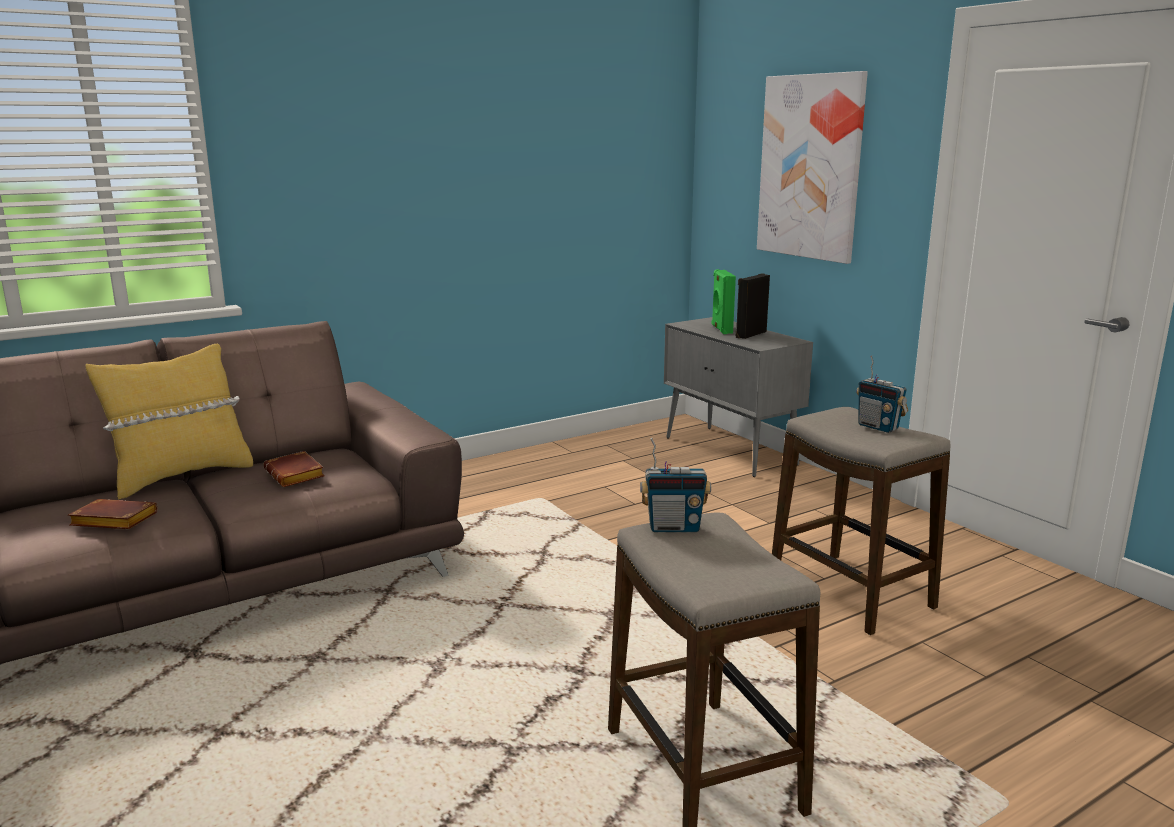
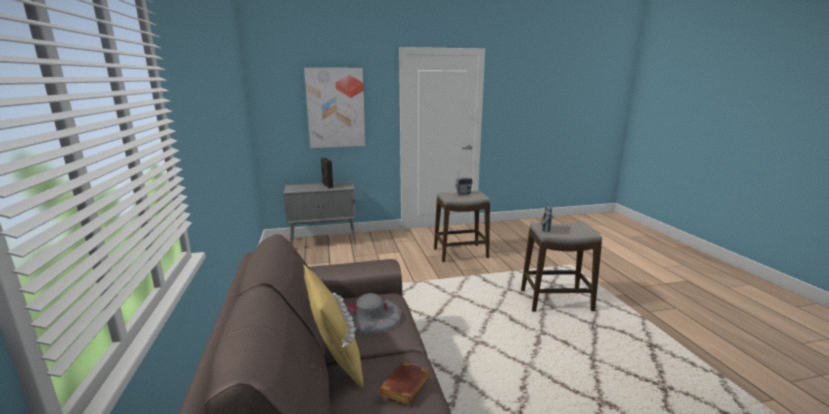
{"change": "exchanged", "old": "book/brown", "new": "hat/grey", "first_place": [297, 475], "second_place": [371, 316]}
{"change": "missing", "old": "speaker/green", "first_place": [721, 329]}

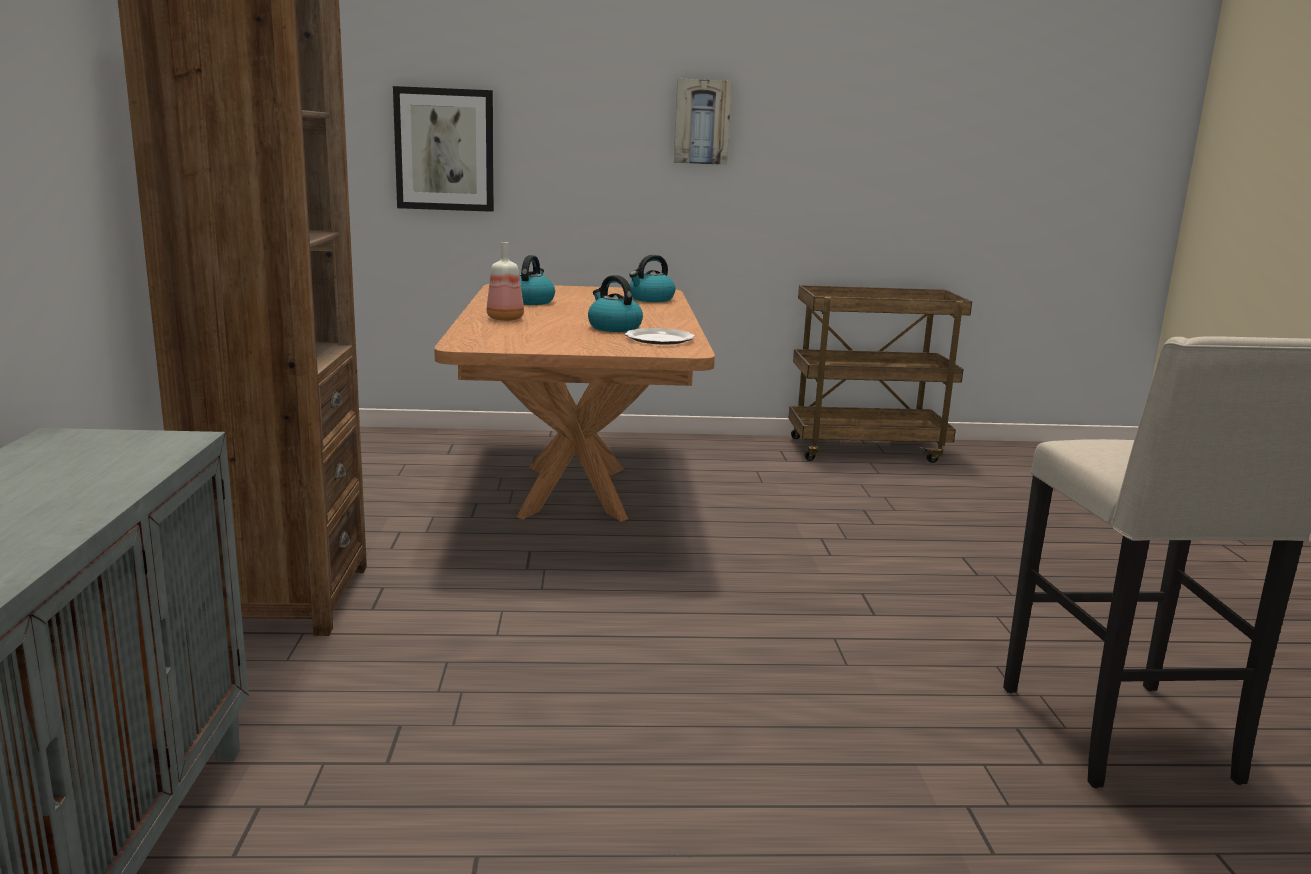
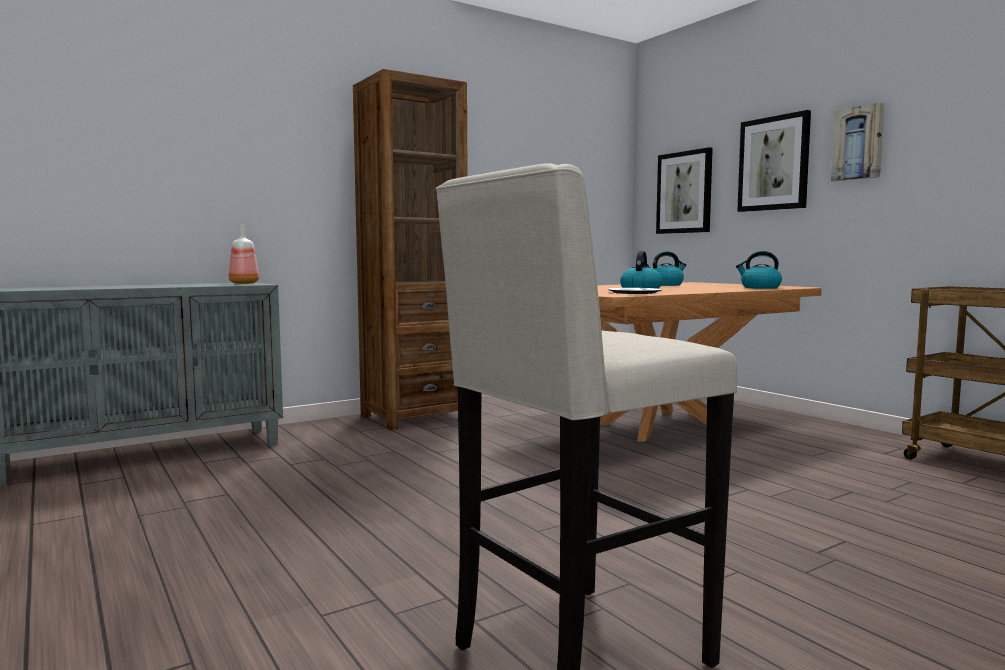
{"change": "relocated", "old": "bottle", "first_place": [506, 319], "second_place": [244, 283]}
{"change": "appeared", "new": "picture", "second_place": [774, 163]}

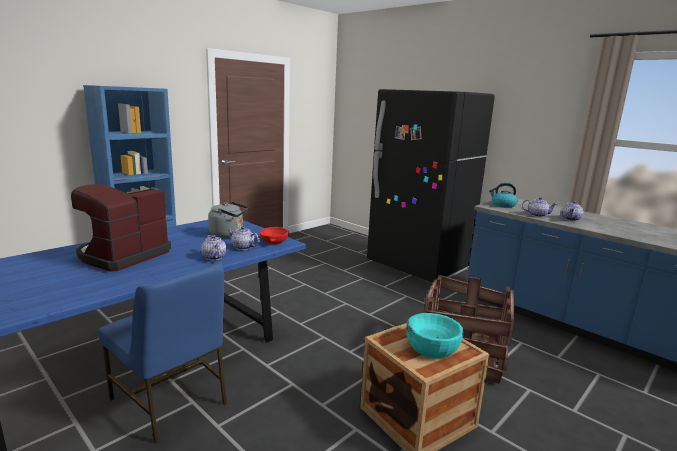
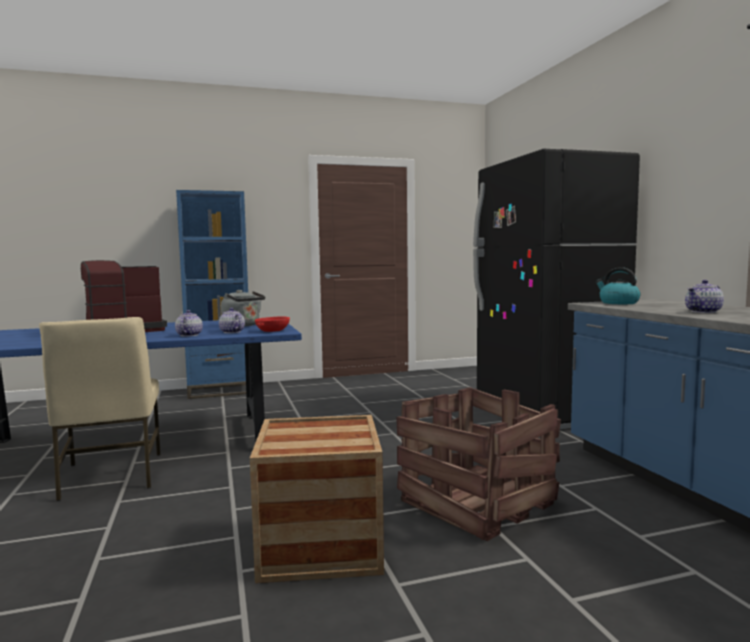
{"change": "colour", "old": "chair/blue", "new": "chair/beige", "first_place": [170, 401], "second_place": [110, 476]}
{"change": "missing", "old": "bowl/turquoise", "first_place": [432, 347]}
{"change": "missing", "old": "teapot", "first_place": [537, 215]}

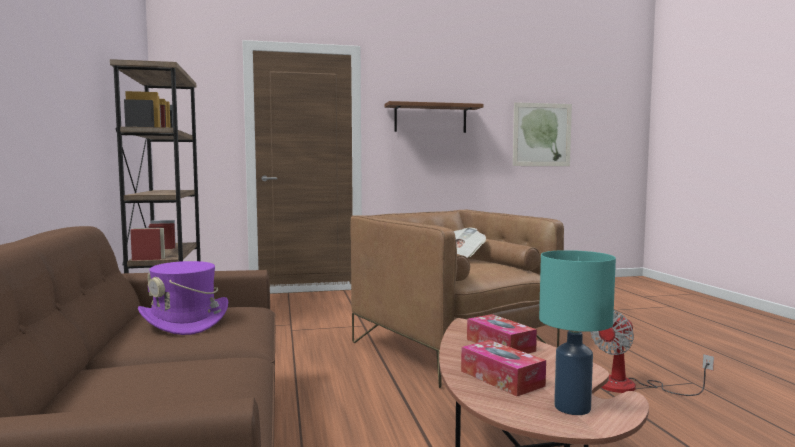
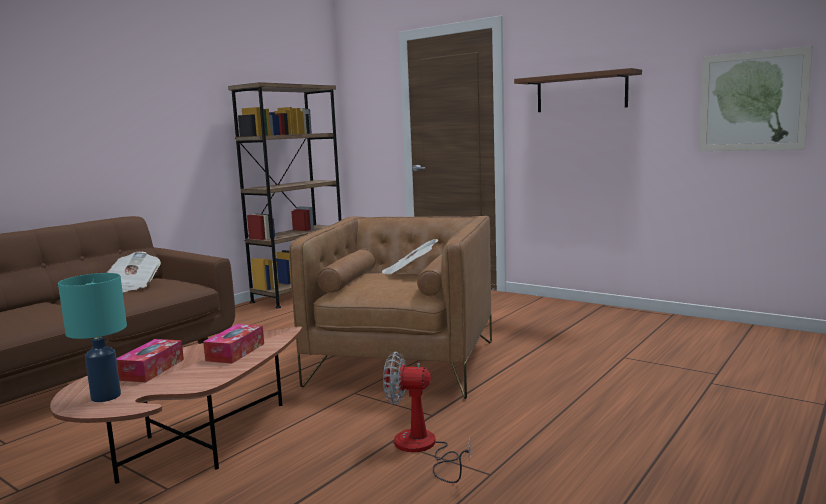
{"change": "exchanged", "old": "hat/purple", "new": "newspaper", "first_place": [185, 322], "second_place": [133, 286]}

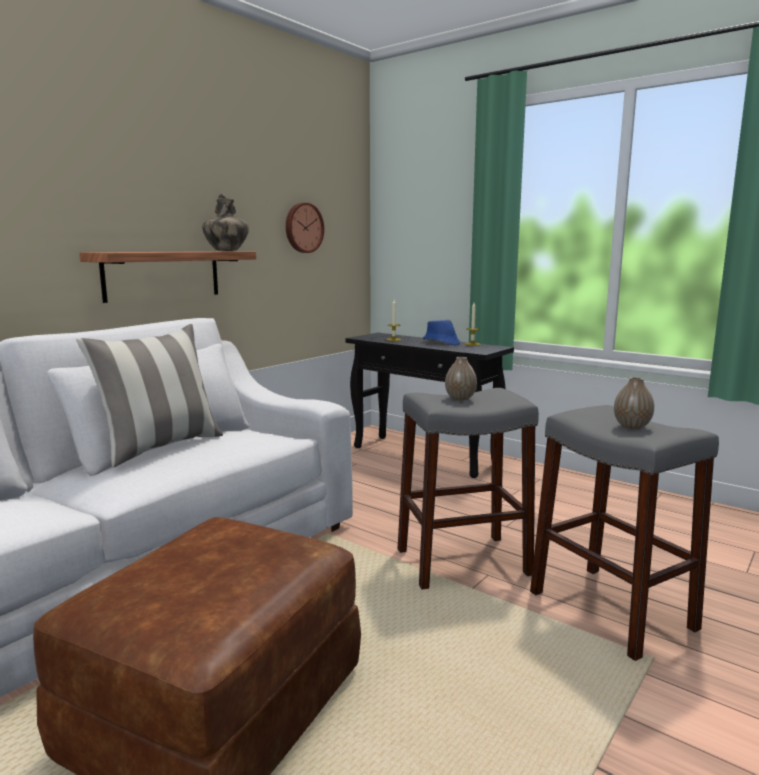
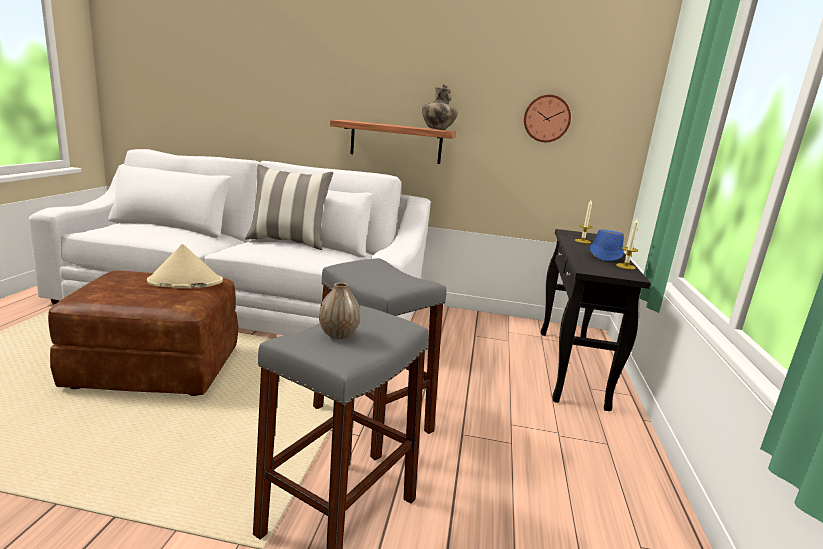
{"change": "appeared", "new": "hat/beige", "second_place": [185, 282]}
{"change": "missing", "old": "vase", "first_place": [460, 398]}

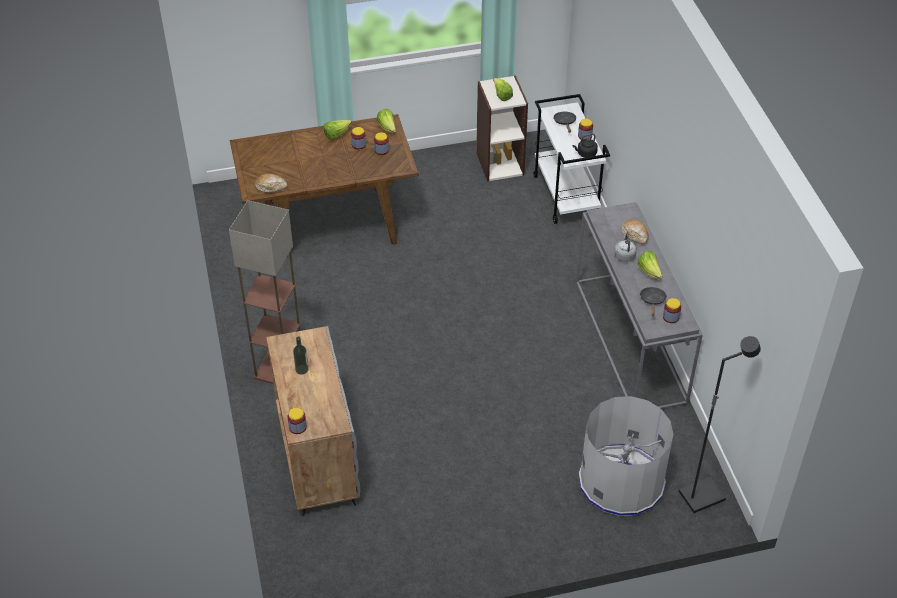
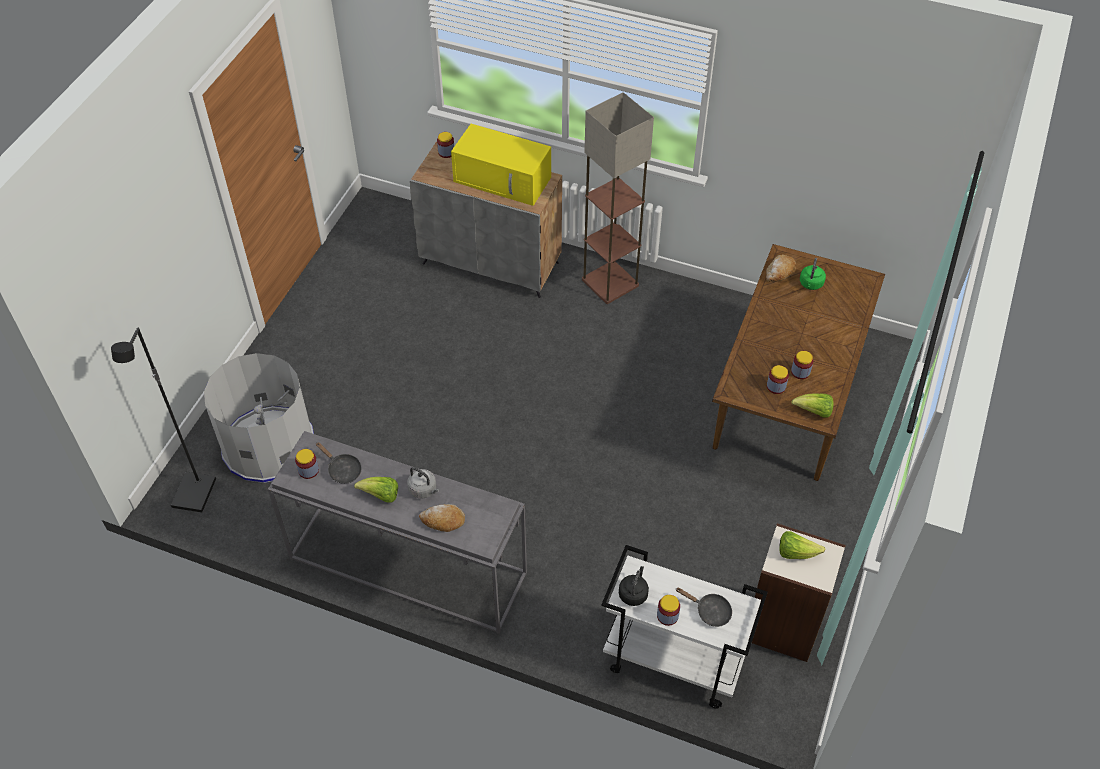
{"change": "exchanged", "old": "bottle", "new": "microwave/yellow", "first_place": [302, 369], "second_place": [504, 179]}
{"change": "appeared", "new": "kettle/green", "second_place": [810, 284]}
{"change": "missing", "old": "lettuce", "first_place": [336, 134]}

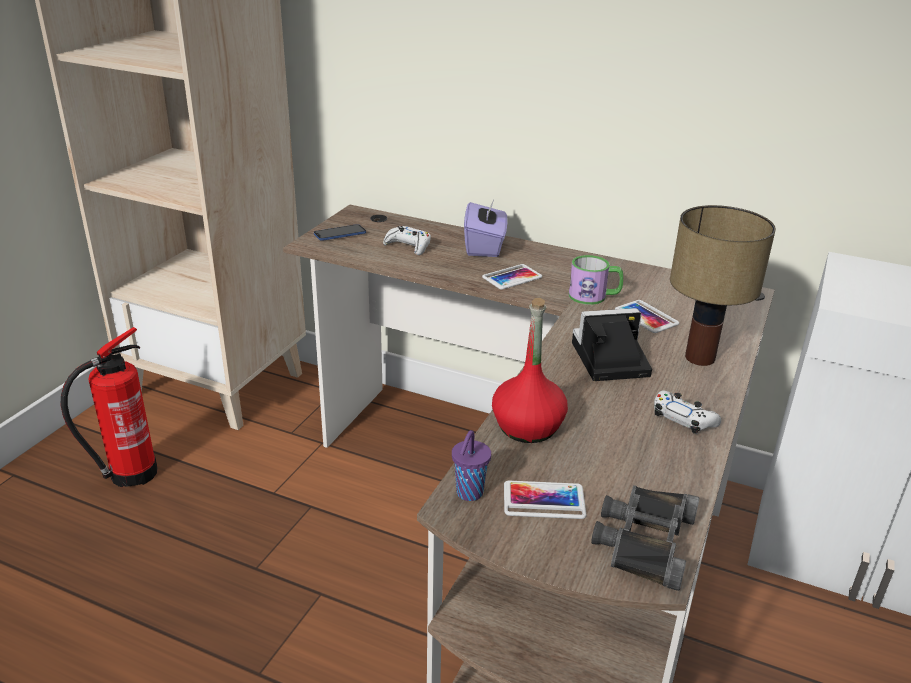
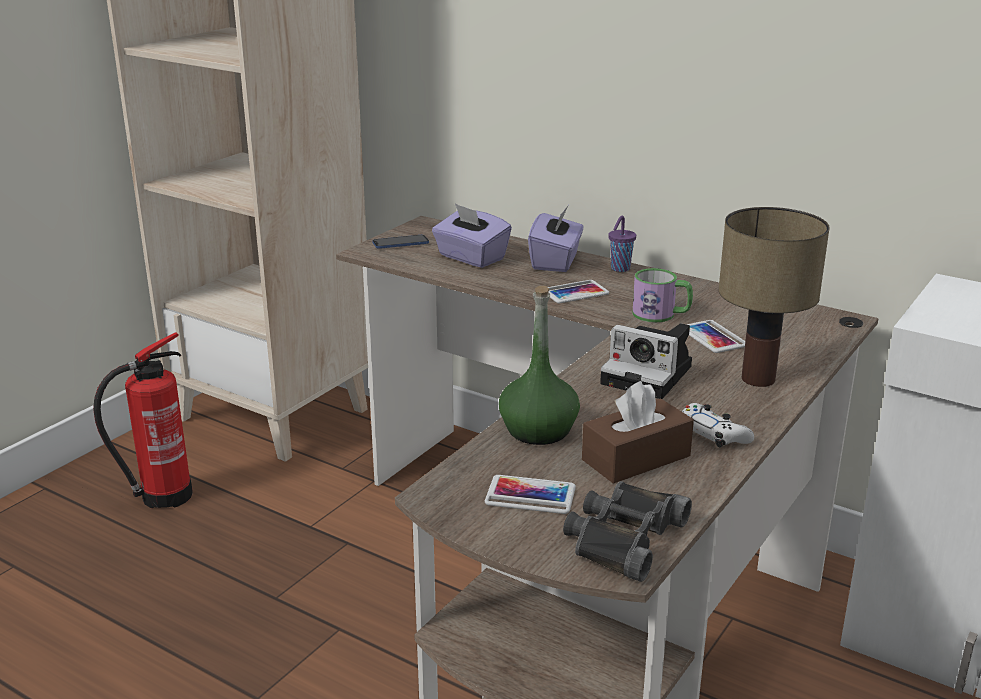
{"change": "exchanged", "old": "game controller/white", "new": "tissue box/purple", "first_place": [408, 246], "second_place": [471, 258]}
{"change": "colour", "old": "bottle/red", "new": "bottle/green", "first_place": [528, 427], "second_place": [538, 430]}
{"change": "appeared", "new": "tissue box/brown", "second_place": [636, 458]}
{"change": "spun", "old": "photo camera", "first_place": [607, 360], "second_place": [650, 375], "degrees": -150}
{"change": "relocated", "old": "cup/purple", "first_place": [468, 494], "second_place": [619, 269]}

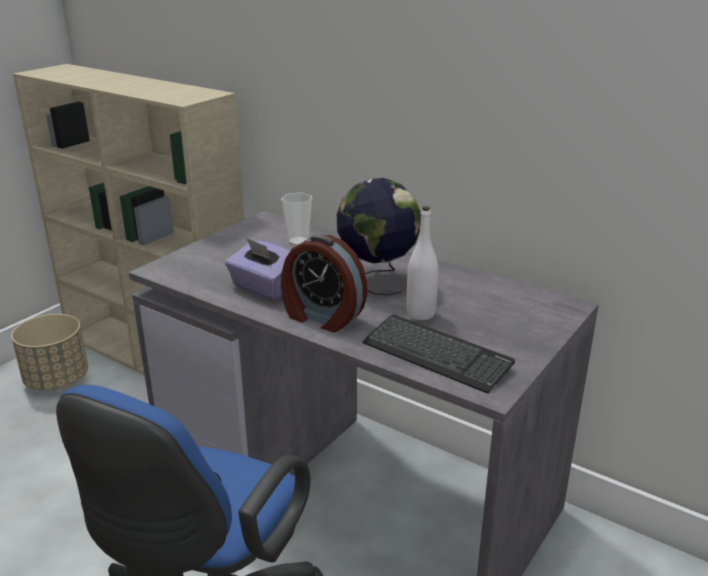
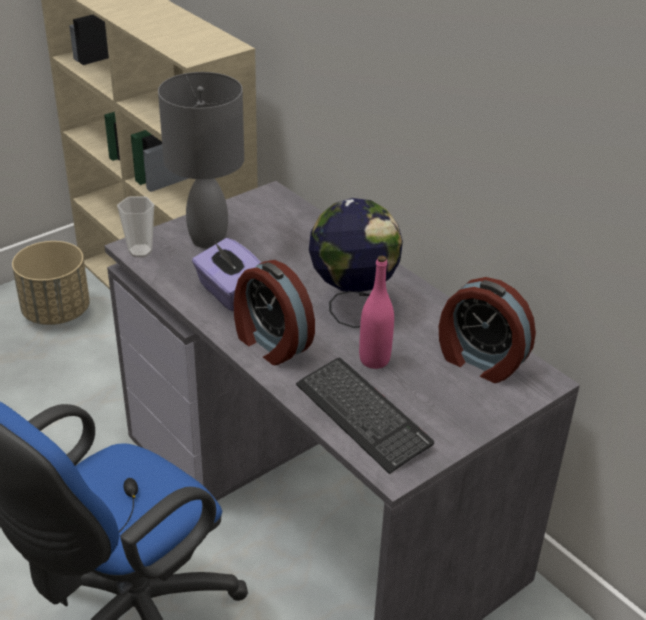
{"change": "relocated", "old": "cup", "first_place": [298, 241], "second_place": [140, 251]}
{"change": "appeared", "new": "table lamp/grey", "second_place": [208, 238]}
{"change": "colour", "old": "bottle/white", "new": "bottle/pink", "first_place": [420, 314], "second_place": [374, 360]}
{"change": "appeared", "new": "alarm clock", "second_place": [480, 361]}

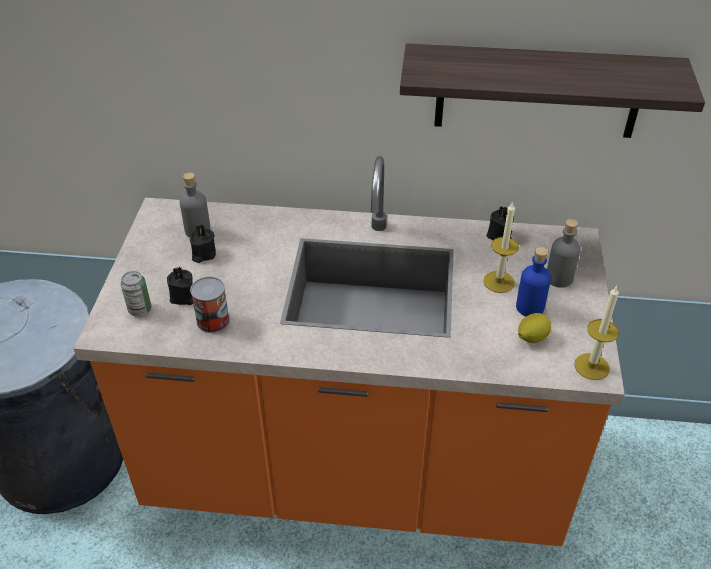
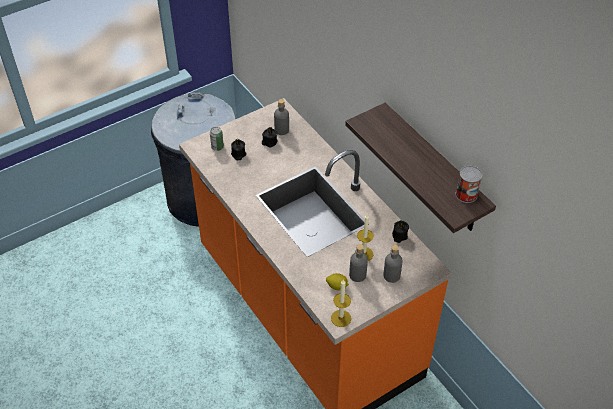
{"change": "colour", "old": "bottle/blue", "new": "bottle/grey", "first_place": [529, 307], "second_place": [357, 275]}
{"change": "relocated", "old": "can", "first_place": [213, 321], "second_place": [466, 194]}

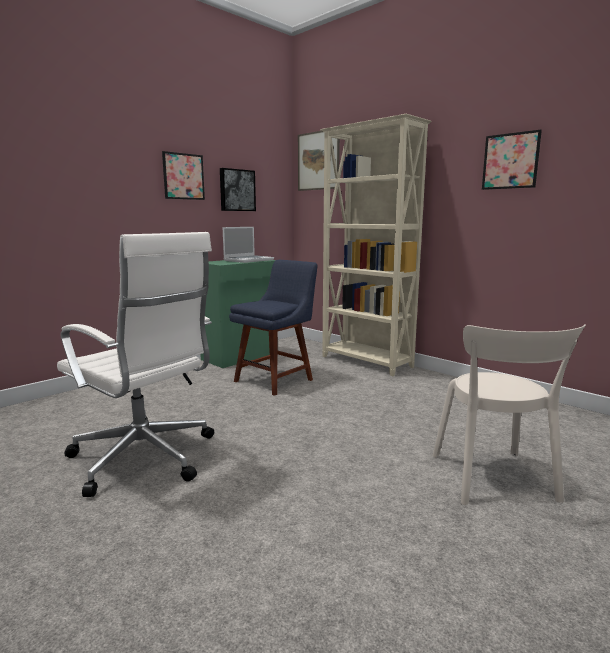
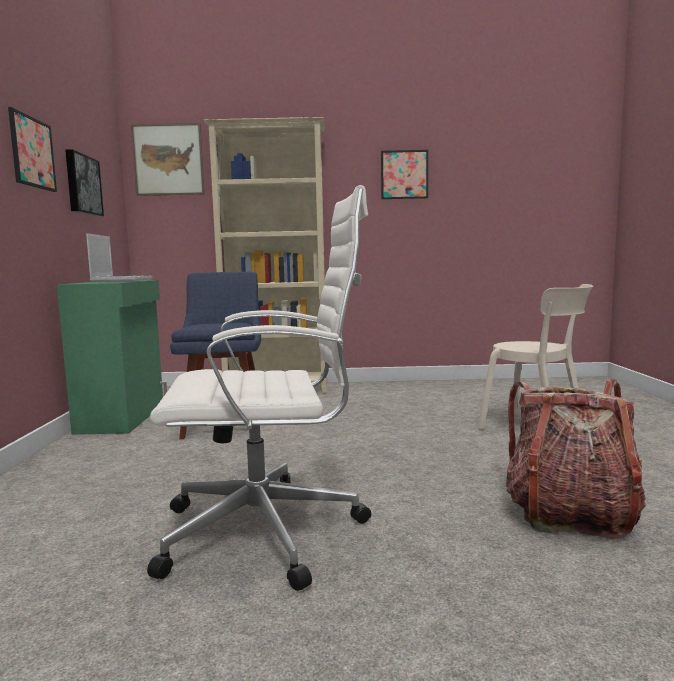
{"change": "appeared", "new": "backpack", "second_place": [569, 514]}

